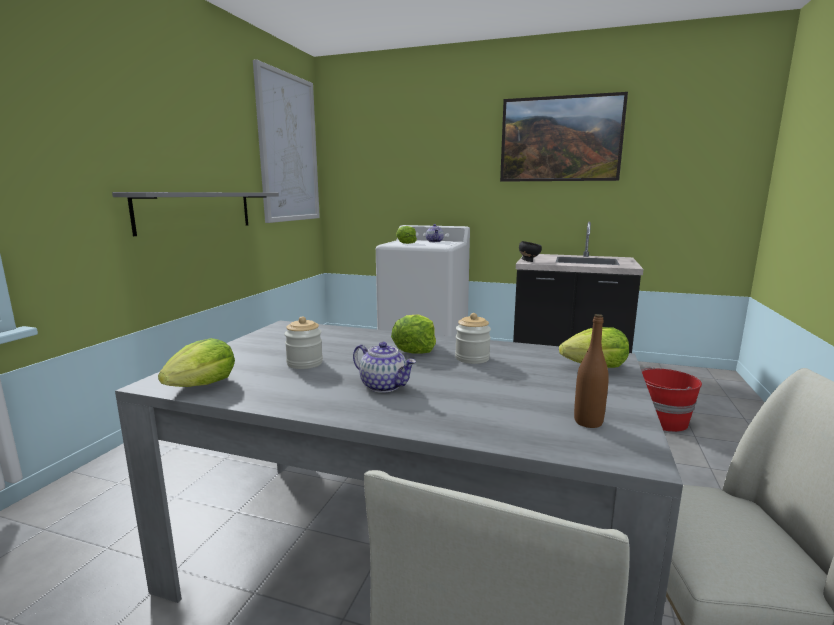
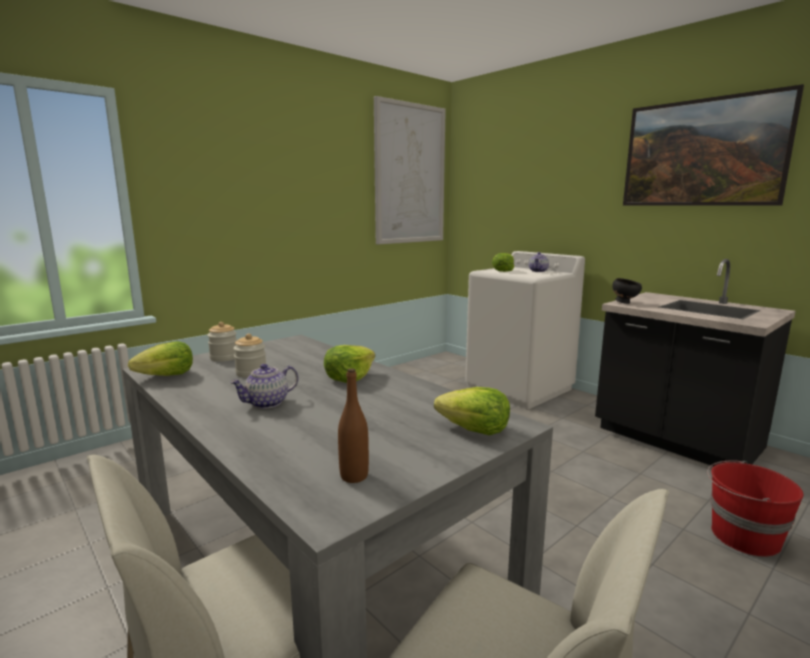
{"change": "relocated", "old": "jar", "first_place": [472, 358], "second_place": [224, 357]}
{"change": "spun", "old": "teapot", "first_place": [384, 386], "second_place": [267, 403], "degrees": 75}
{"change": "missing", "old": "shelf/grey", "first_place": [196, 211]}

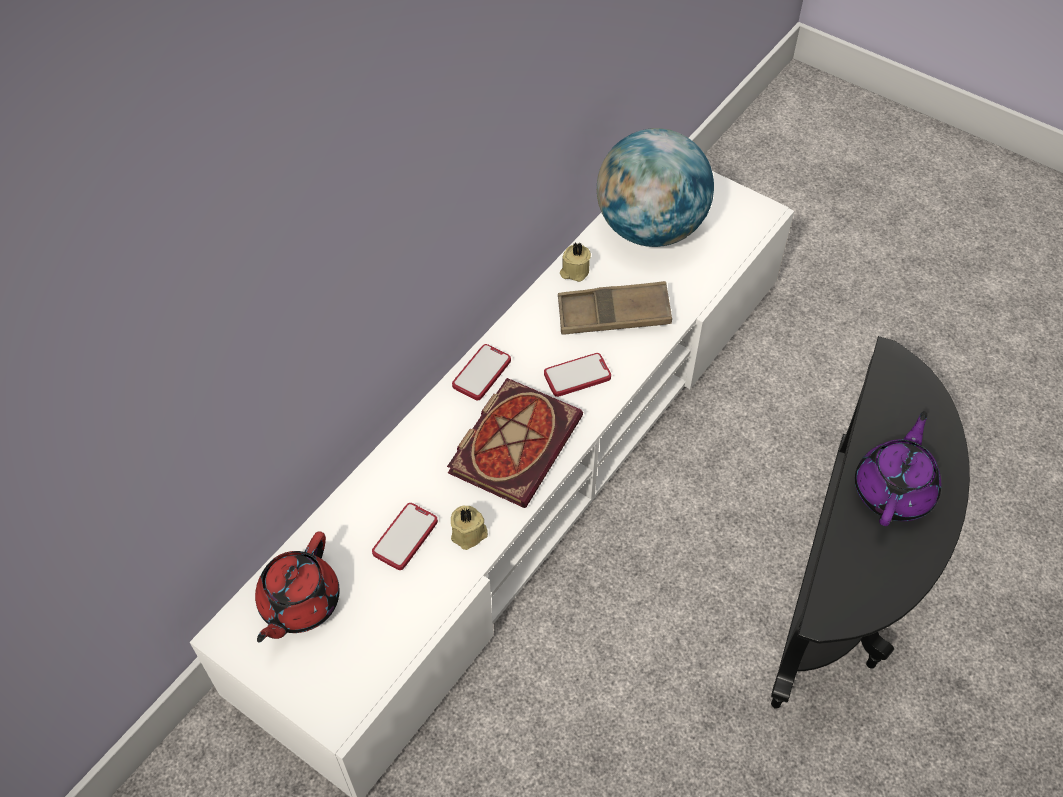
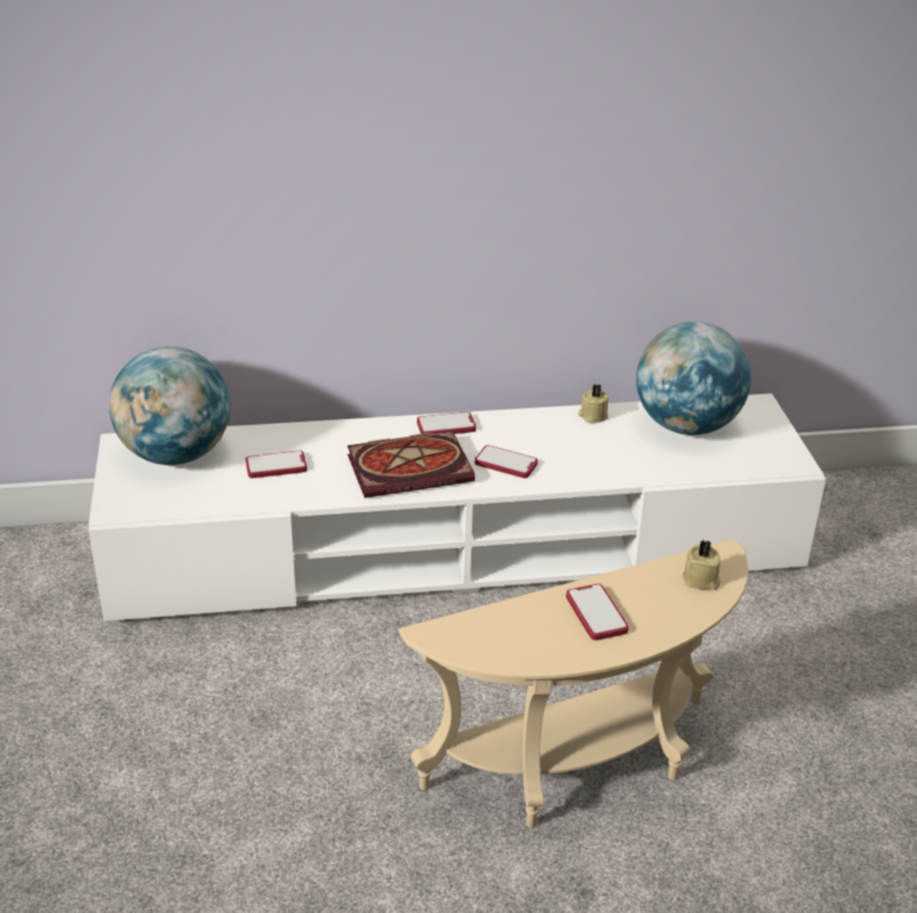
{"change": "exchanged", "old": "teapot/red", "new": "globe", "first_place": [299, 603], "second_place": [175, 455]}
{"change": "colour", "old": "side table/black", "new": "side table/beige", "first_place": [844, 586], "second_place": [582, 768]}
{"change": "exchanged", "old": "teapot/purple", "new": "phone", "first_place": [893, 491], "second_place": [596, 614]}
{"change": "relocated", "old": "candle/beige", "first_place": [469, 534], "second_place": [701, 580]}
{"change": "missing", "old": "tray/brown", "first_place": [613, 314]}

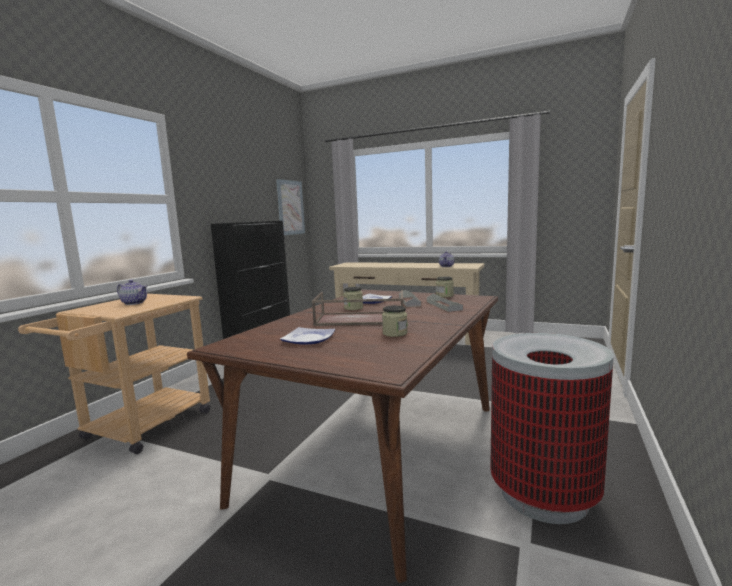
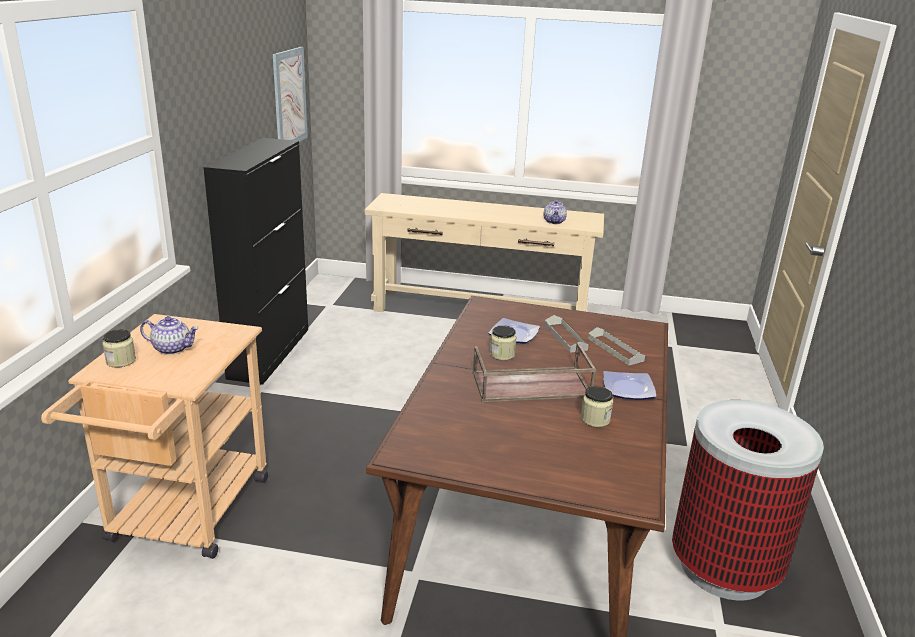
{"change": "relocated", "old": "jar", "first_place": [444, 295], "second_place": [121, 361]}
{"change": "relocated", "old": "plate", "first_place": [310, 339], "second_place": [629, 388]}

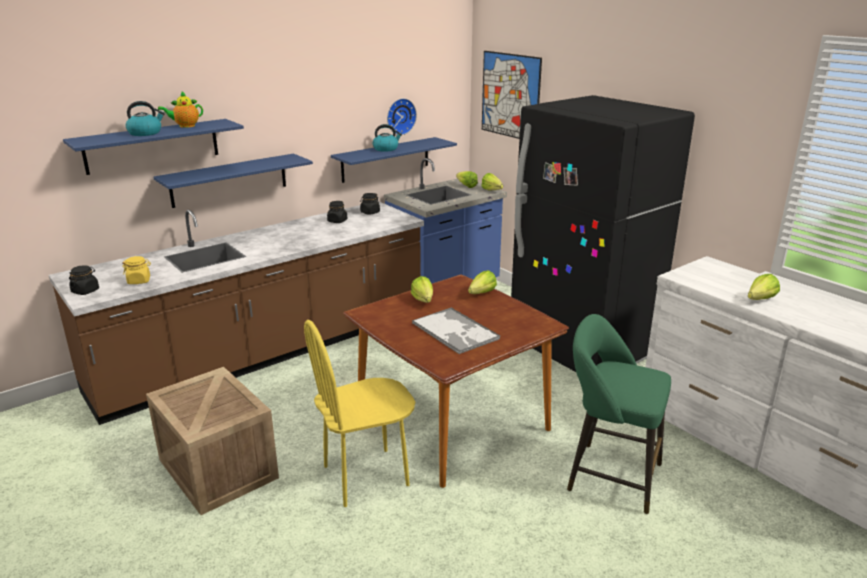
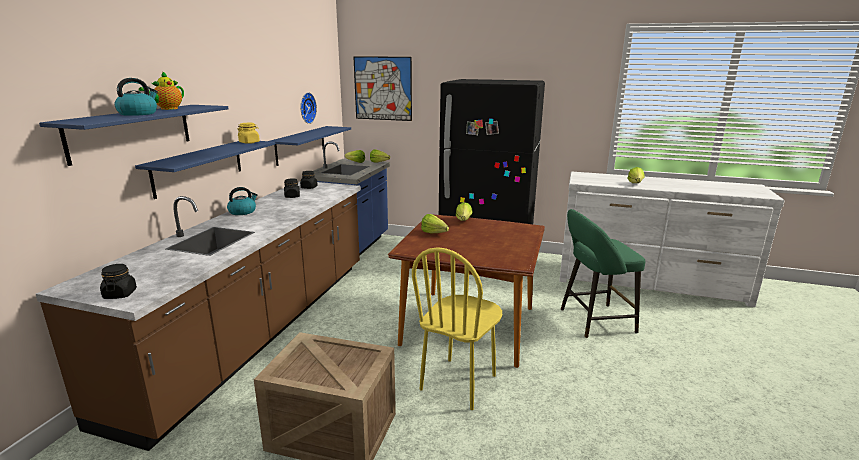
{"change": "relocated", "old": "kettle", "first_place": [386, 149], "second_place": [242, 212]}
{"change": "relocated", "old": "jar/yellow", "first_place": [139, 281], "second_place": [249, 142]}
{"change": "missing", "old": "tray", "first_place": [455, 331]}

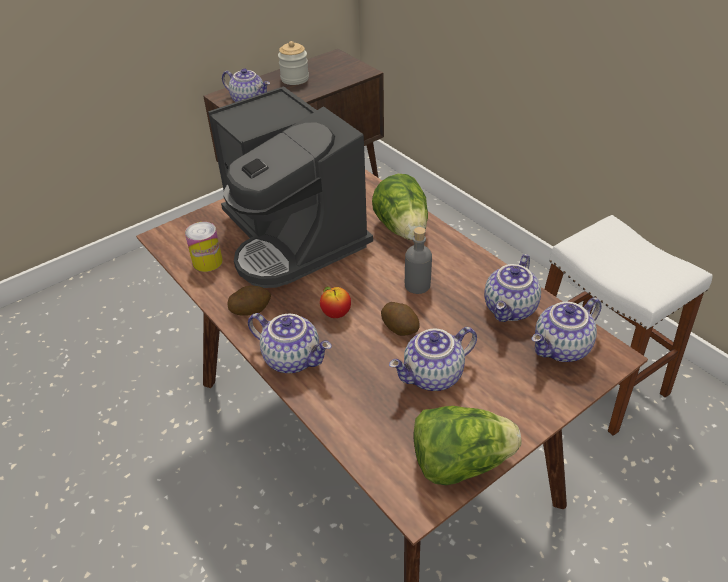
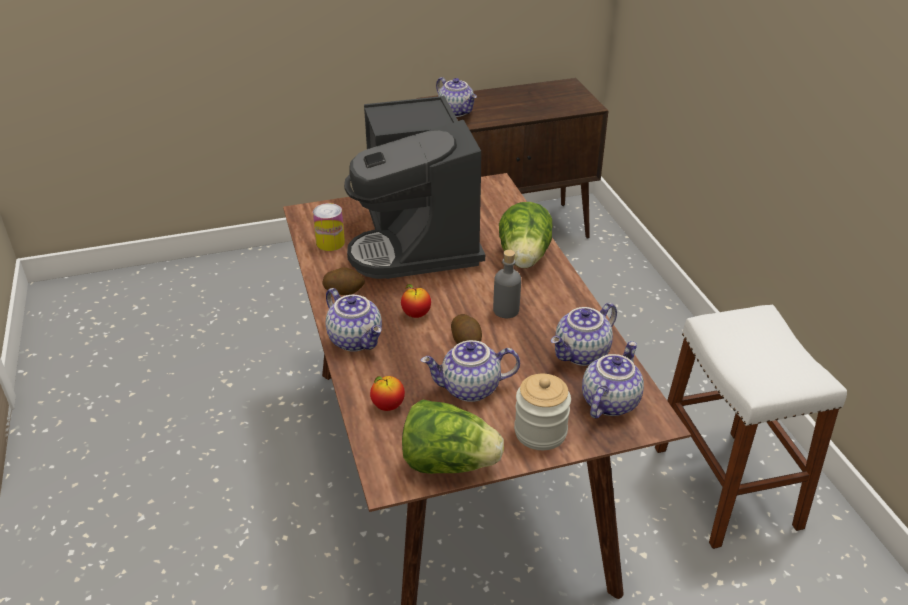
{"change": "appeared", "new": "apple", "second_place": [388, 406]}
{"change": "relocated", "old": "jar", "first_place": [295, 79], "second_place": [540, 432]}
{"change": "spun", "old": "teapot", "first_place": [562, 349], "second_place": [608, 401], "degrees": 135}

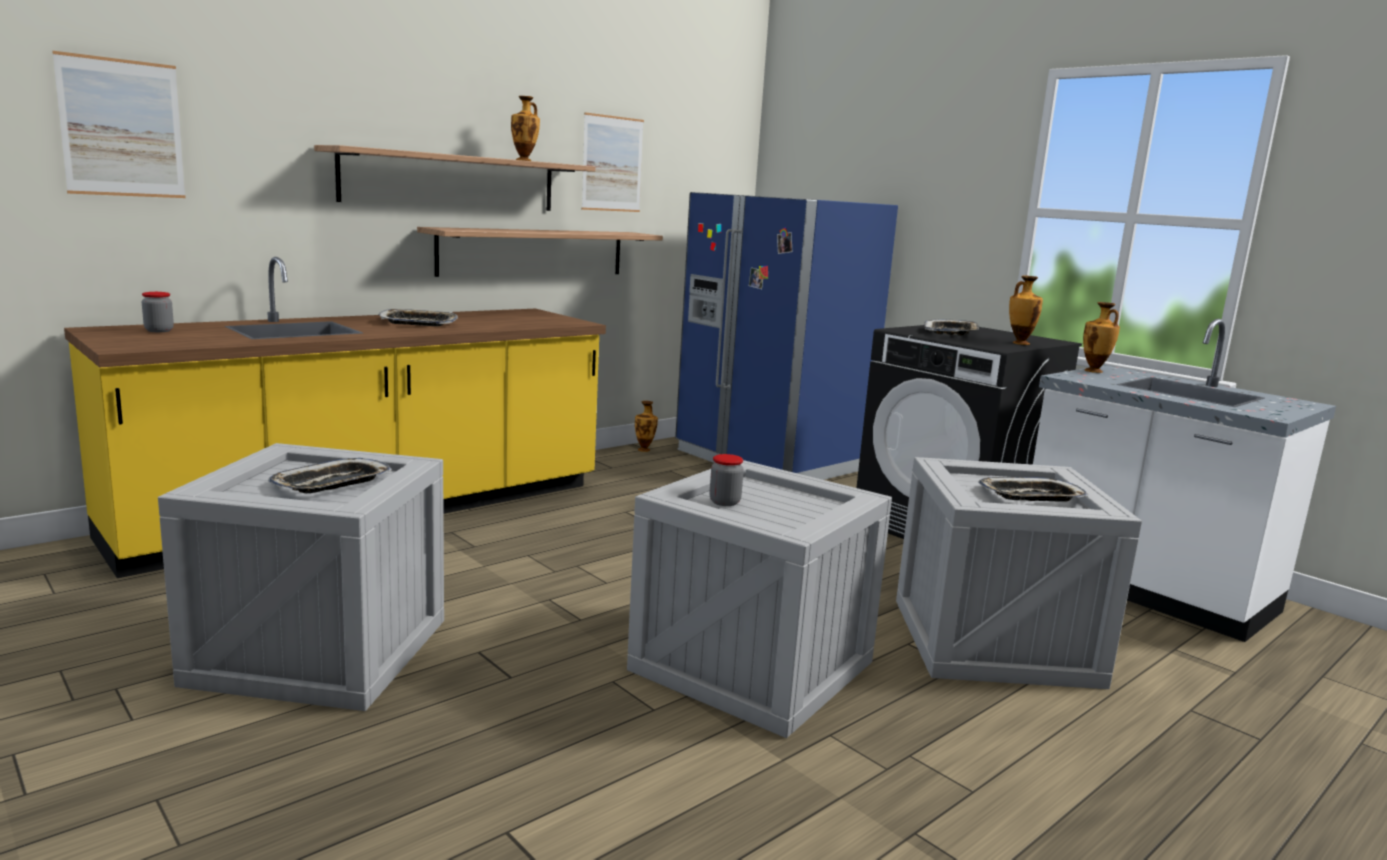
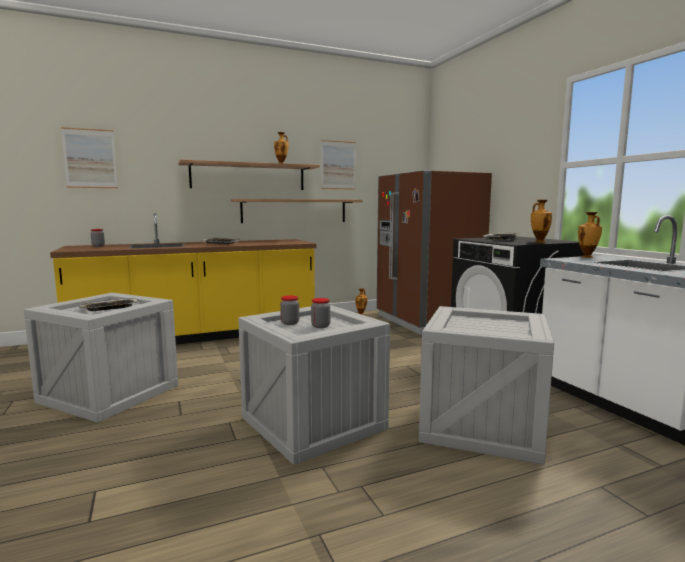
{"change": "appeared", "new": "jar", "second_place": [320, 326]}
{"change": "colour", "old": "fridge/blue", "new": "fridge/brown", "first_place": [770, 461], "second_place": [427, 321]}
{"change": "missing", "old": "tray", "first_place": [1031, 497]}

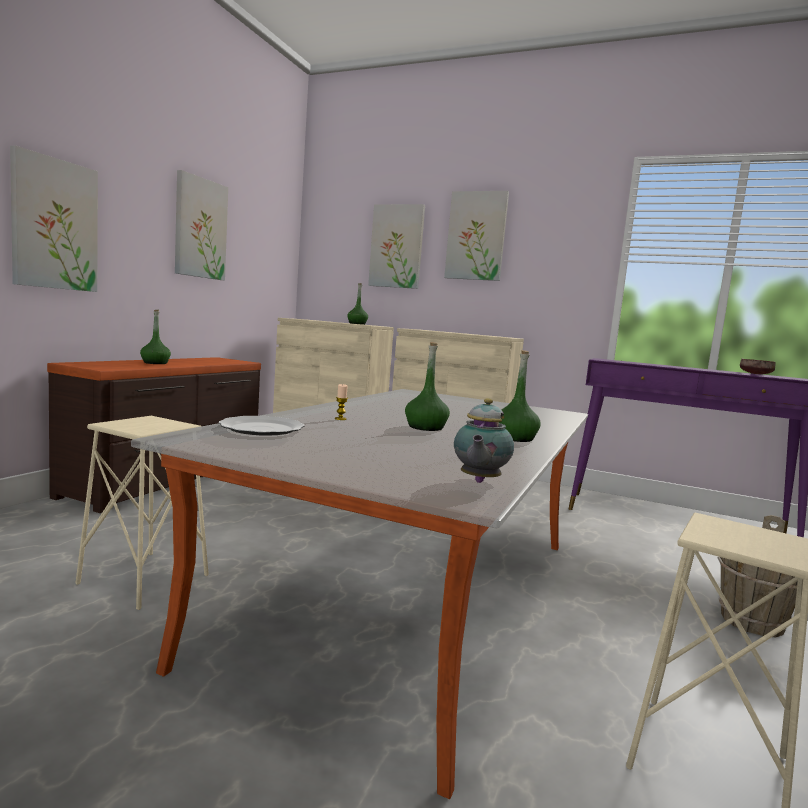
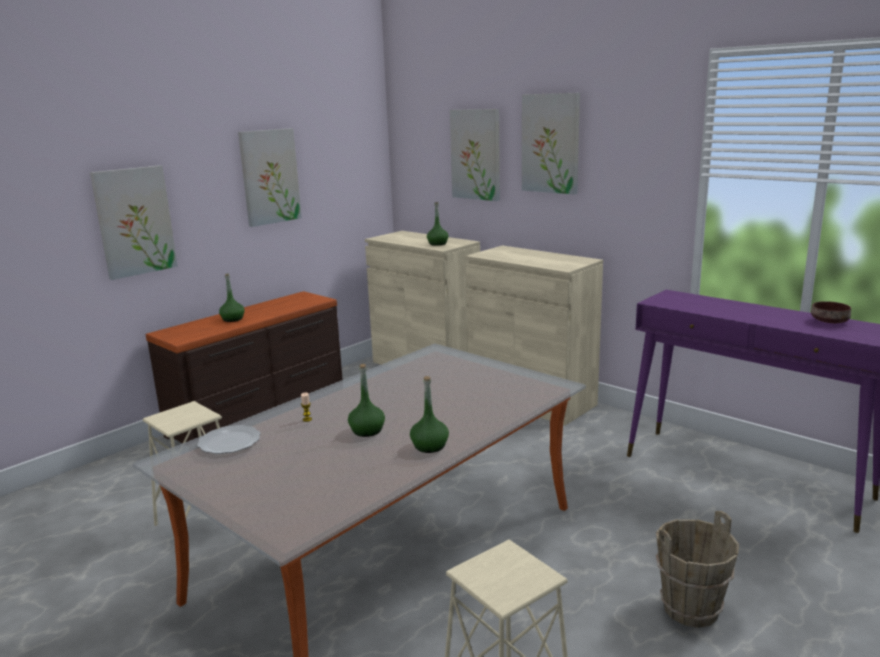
{"change": "missing", "old": "teapot", "first_place": [478, 481]}

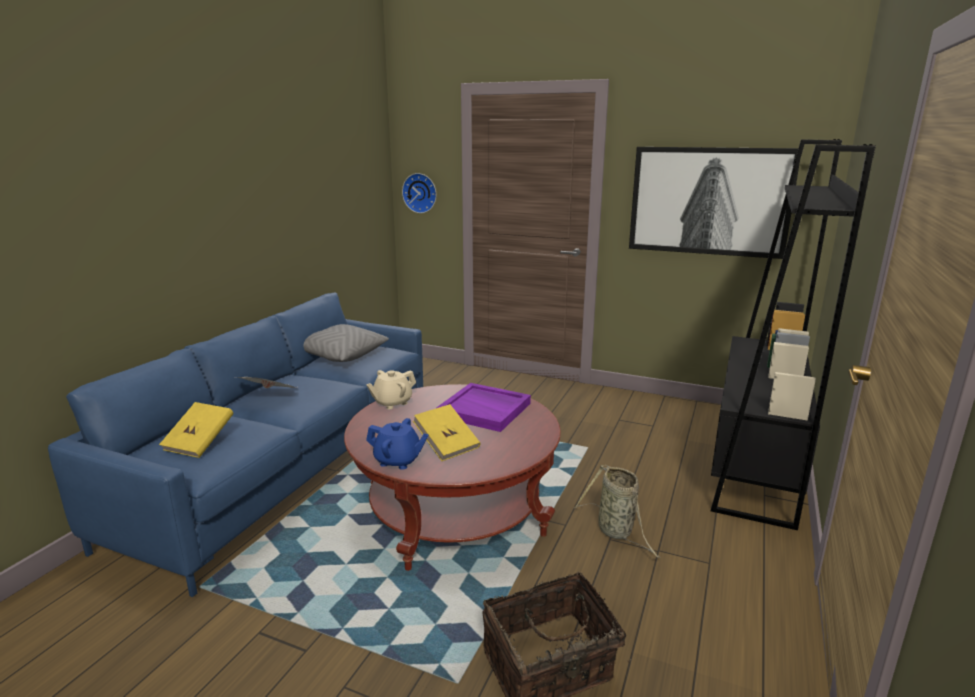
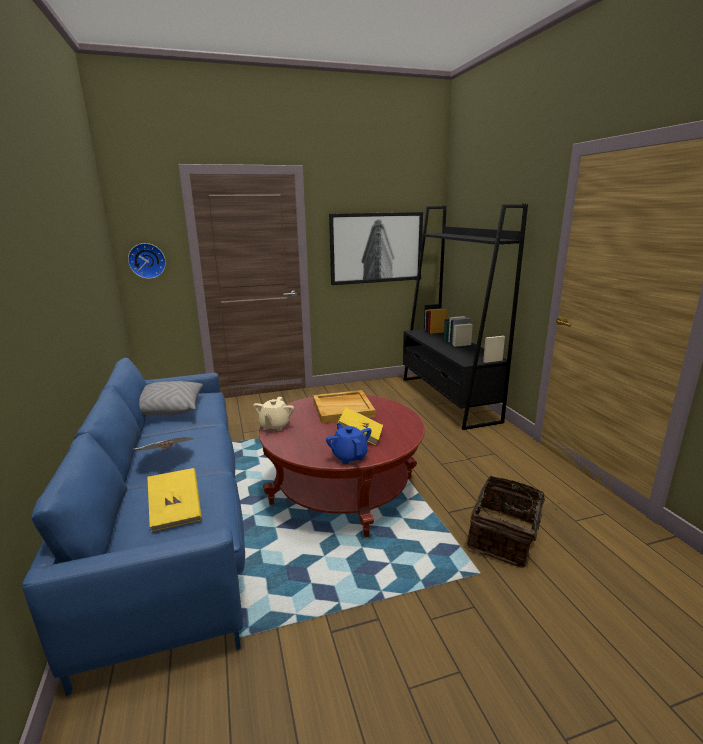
{"change": "colour", "old": "tray/purple", "new": "tray/beige", "first_place": [485, 410], "second_place": [343, 408]}
{"change": "spun", "old": "teapot/blue", "first_place": [398, 461], "second_place": [349, 456], "degrees": -90}
{"change": "missing", "old": "basket", "first_place": [617, 532]}

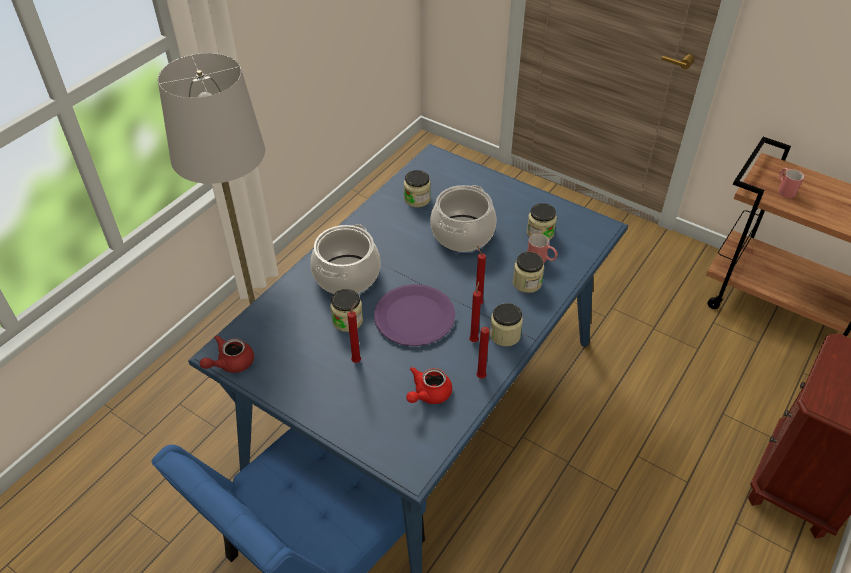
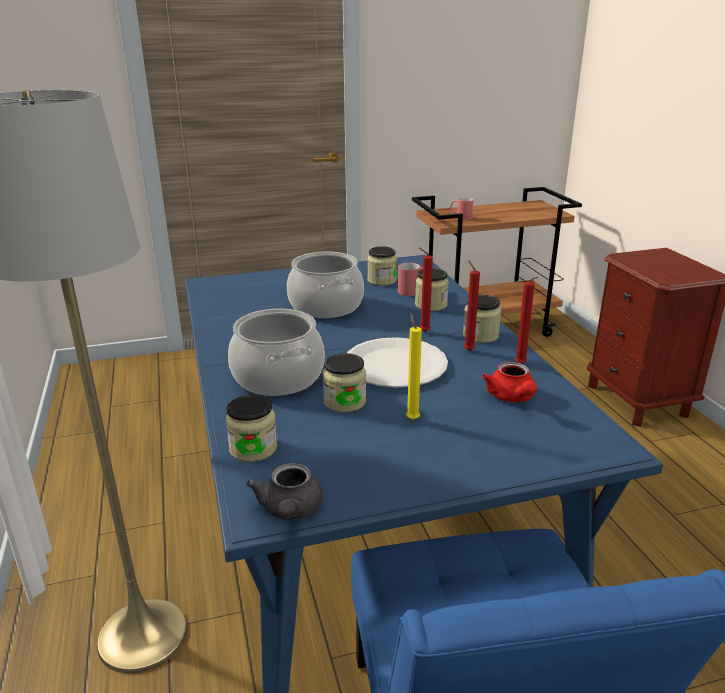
{"change": "relocated", "old": "jar", "first_place": [417, 199], "second_place": [253, 448]}
{"change": "colour", "old": "teapot/red", "new": "teapot/grey", "first_place": [231, 363], "second_place": [290, 511]}
{"change": "colour", "old": "plate/purple", "new": "plate/white", "first_place": [414, 317], "second_place": [395, 365]}
{"change": "colour", "old": "candle/red", "new": "candle/yellow", "first_place": [357, 360], "second_place": [411, 418]}

